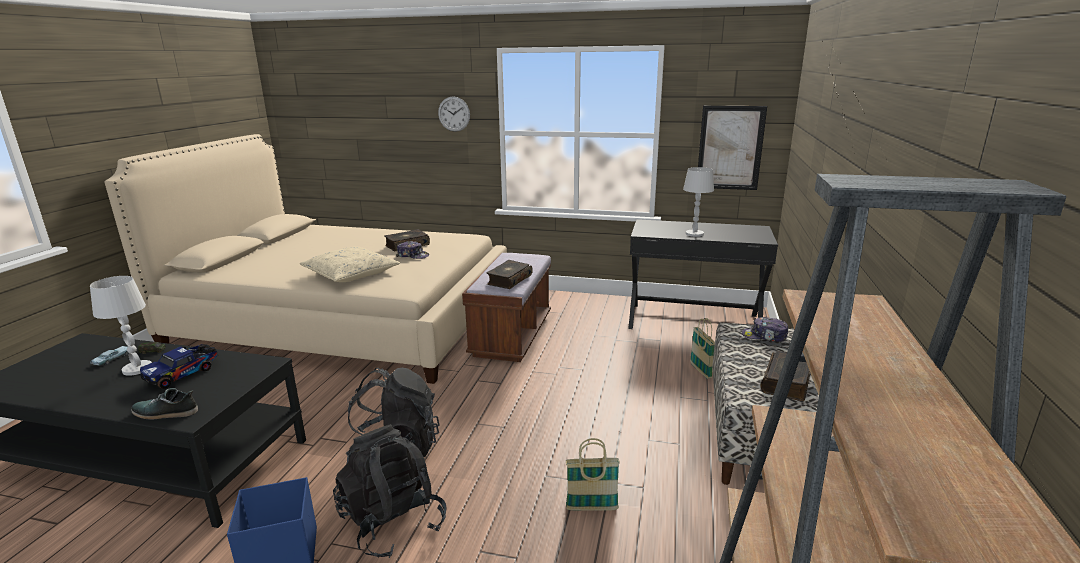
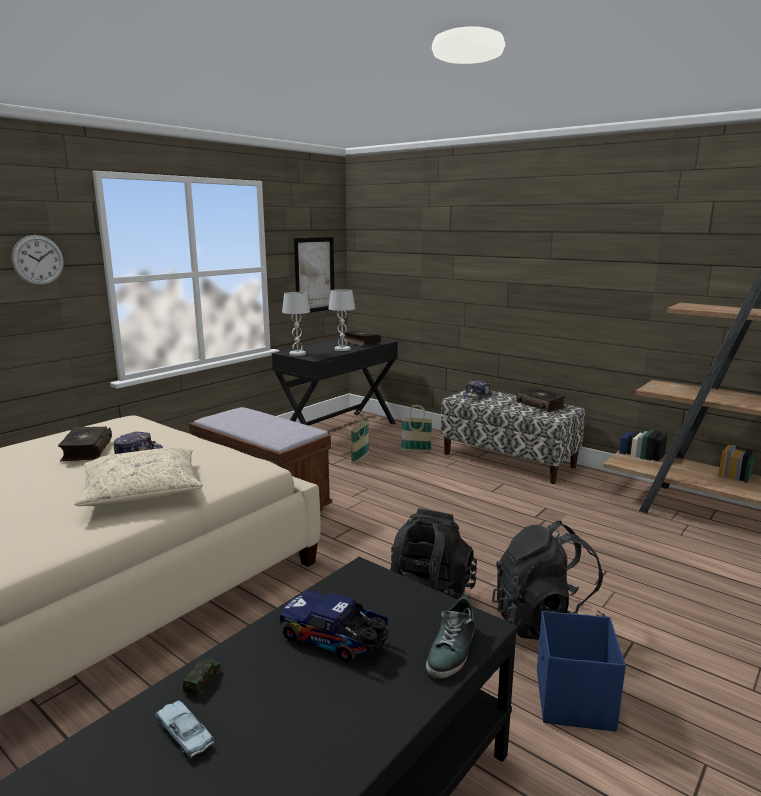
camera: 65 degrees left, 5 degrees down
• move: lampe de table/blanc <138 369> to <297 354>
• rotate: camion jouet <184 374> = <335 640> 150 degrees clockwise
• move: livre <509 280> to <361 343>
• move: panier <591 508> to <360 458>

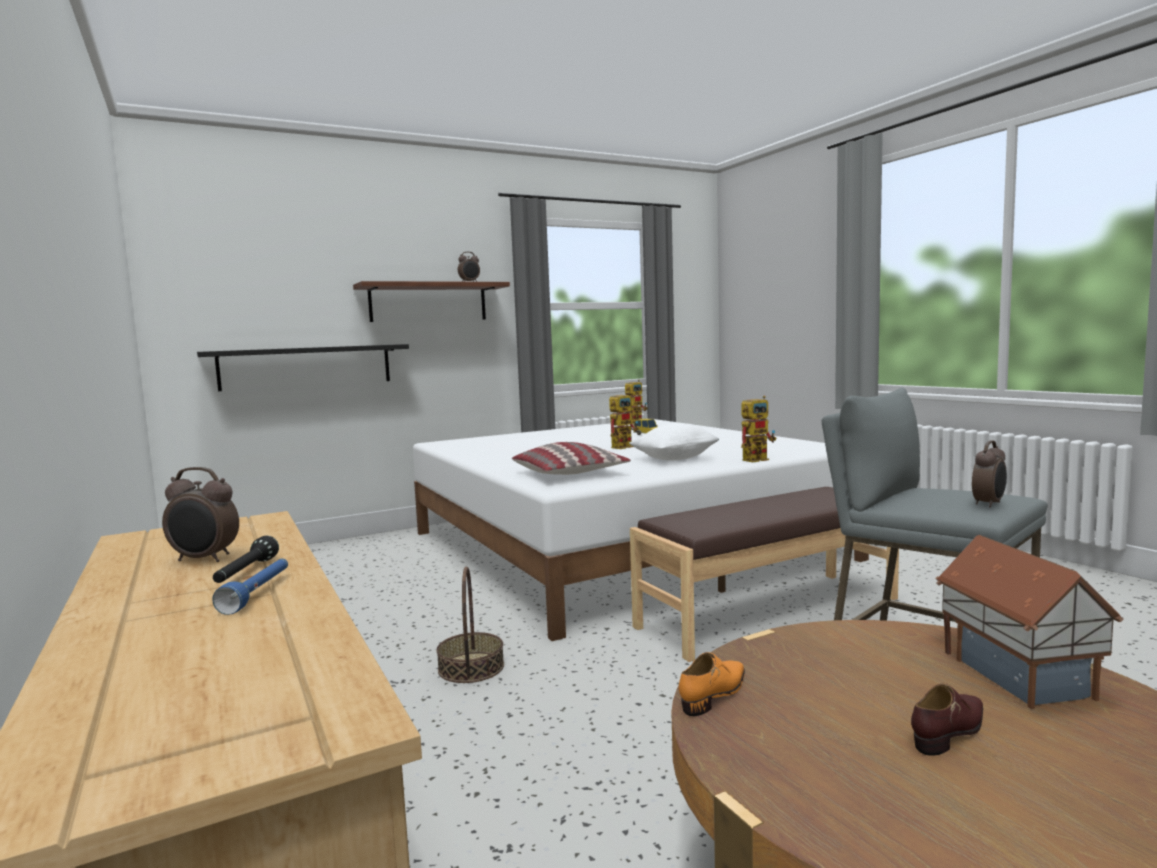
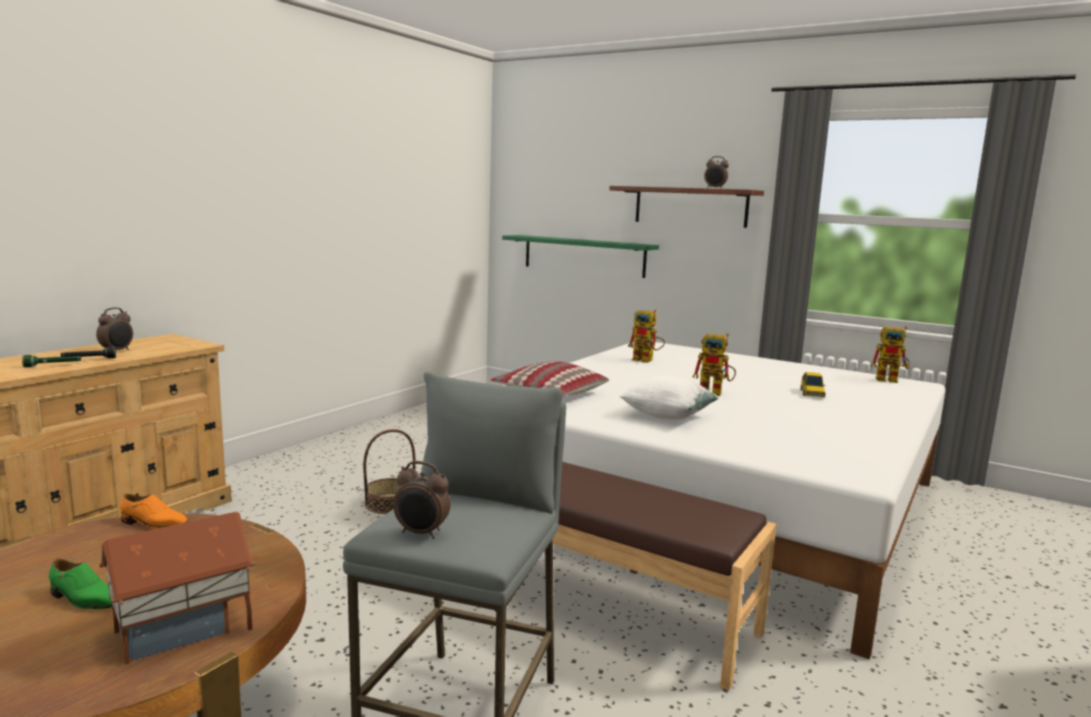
camera: 60 degrees right, 5 degrees up
• rotate: réveil <204 559> = <117 351> 135 degrees counterclockwise
• recolor: étagère/noir <306 367> to étagère/vert <583 255>
• recolor: lampe de poche/bleu <258 594> to lampe de poche/vert <53 365>
• move: robot jouet <758 459> to <647 360>
• recolor: chaussure/marron <950 731> to chaussure/vert <83 599>

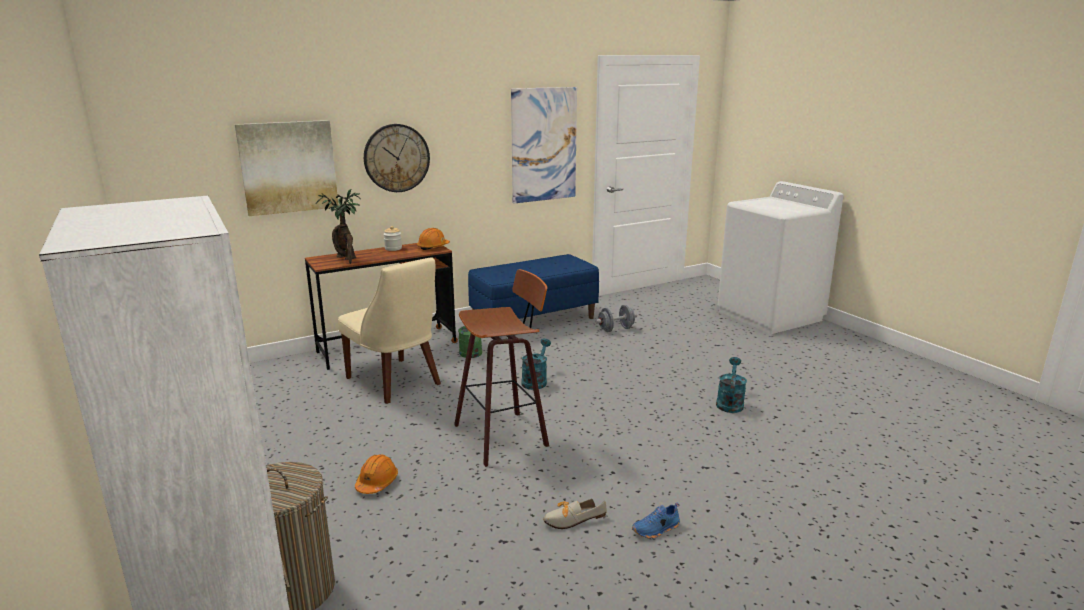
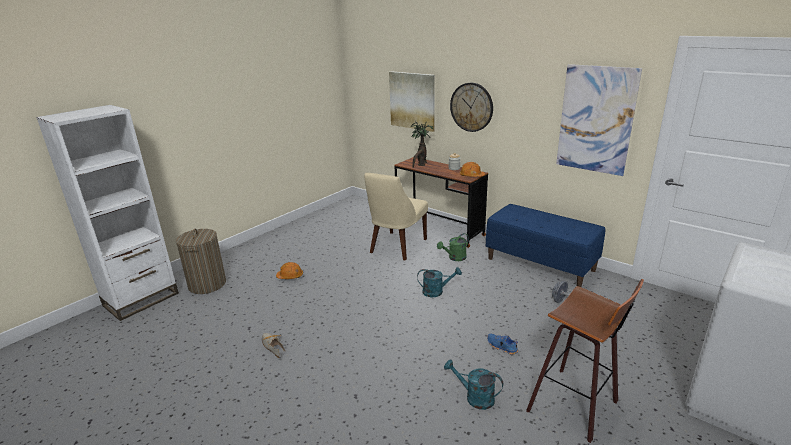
camera: 70 degrees right, 5 degrees up
• move: tabouret <504 435> to <576 405>
• move: chaussure/bleu <656 530> to <501 347>
• rotate: arrosoir/turquoise <729 403> = <474 397> 150 degrees counterclockwise

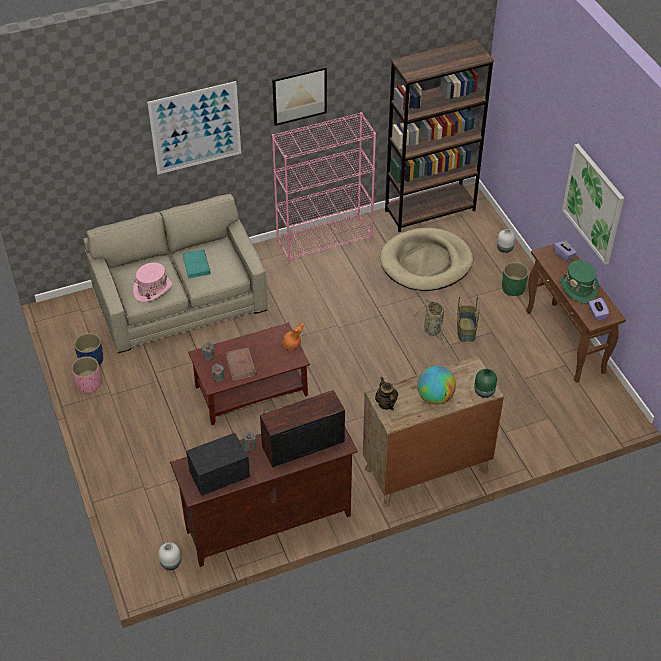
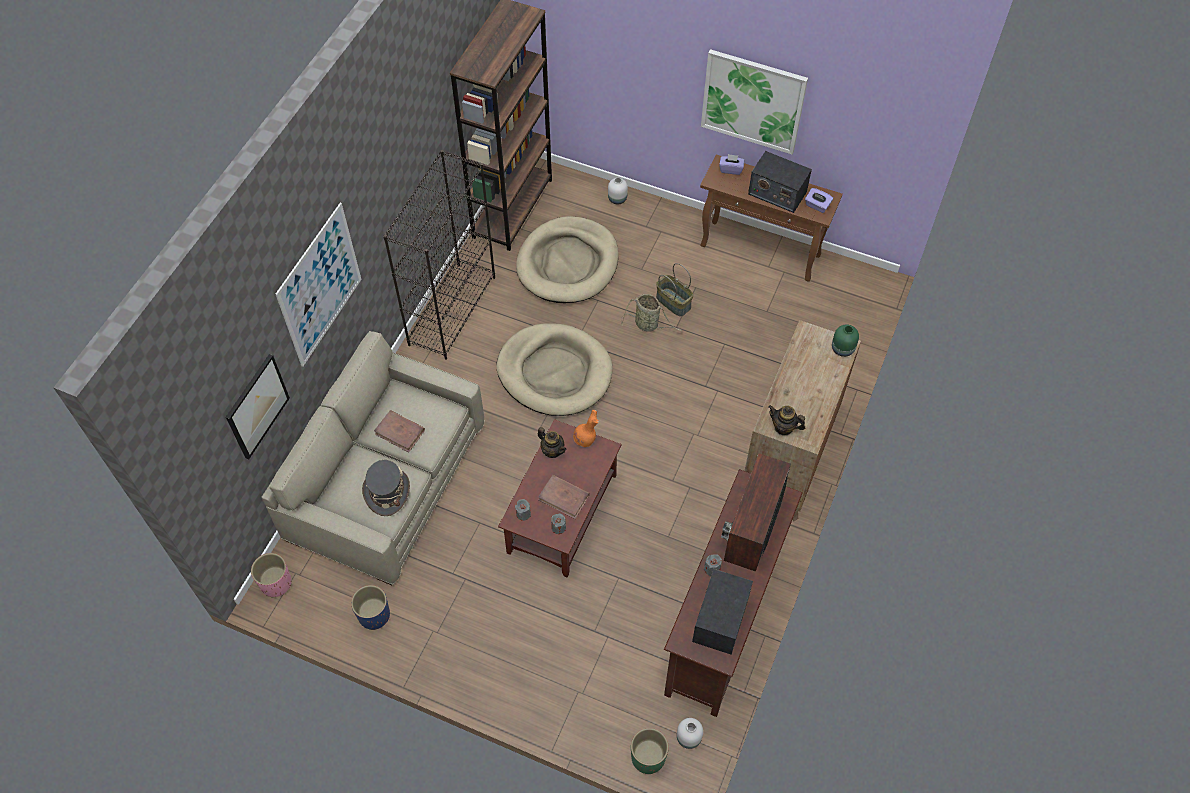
camera: 45 degrees left, 10 degrees up
• move: cache-pot/rose <89 384> to <276 583>
• recolor: chapeau/rose <152 289> to chapeau/gris <387 492>
• recolor: livre/turquoise <196 265> to livre/marron <400 432>
• move: tableau <299 95> to <257 406>
• recolor: bibliothèque/rose <325 240> to bibliothèque/noir <452 310>
• delete: globe <435 397>
• move: cache-pot/vert <513 289> to <648 758>
• replace: chapeau/vert <578 288> to radio <777 192>
• insert: panier pour chien/beige <554 372>
• insert: théière <552 450>

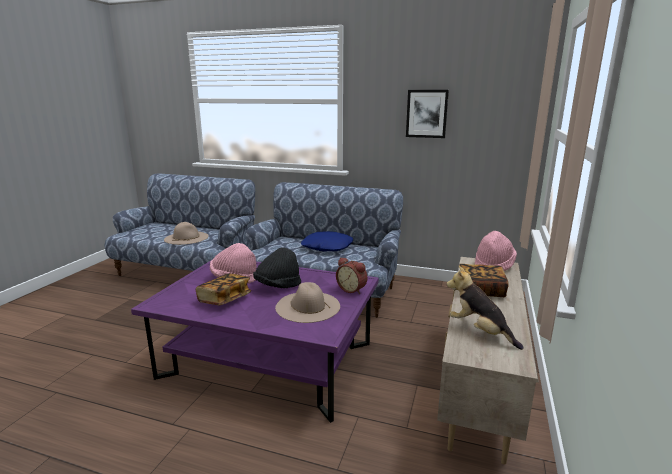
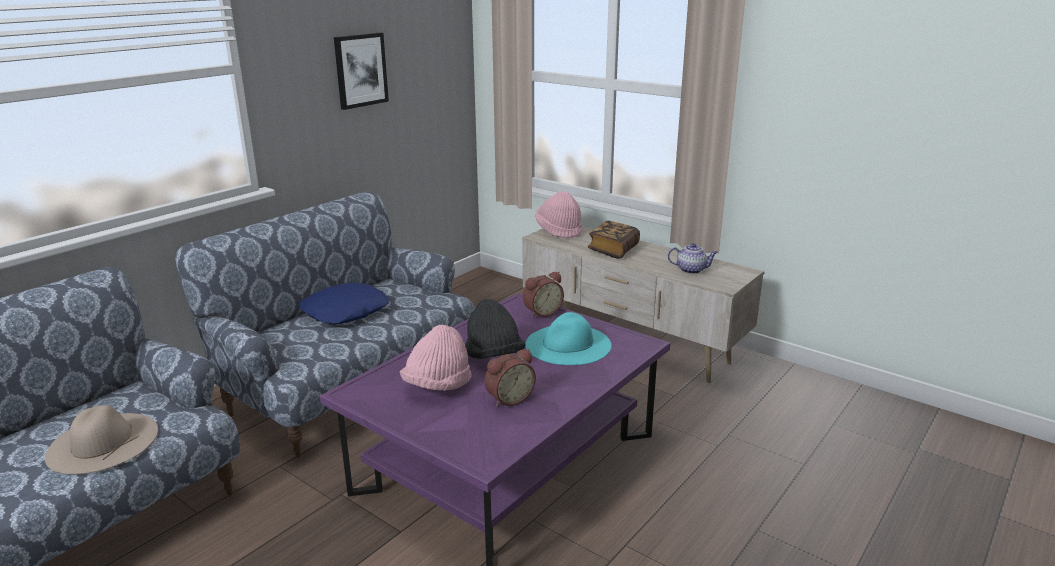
camera: 70 degrees left, 5 degrees up
• replace: livre <224 299> to réveil <508 398>
• recolor: chapeau/beige <307 306> to chapeau/turquoise <568 344>
• replace: peluche <480 331> to théière <691 270>

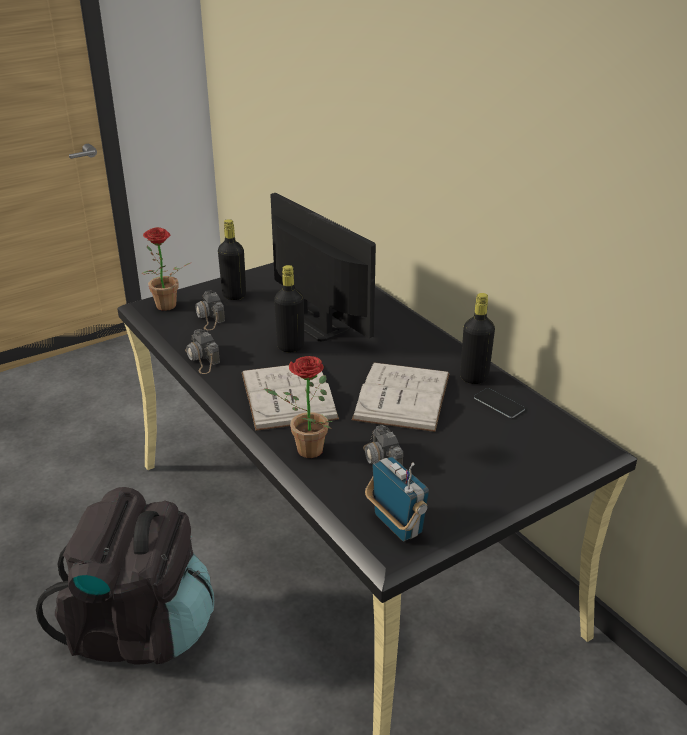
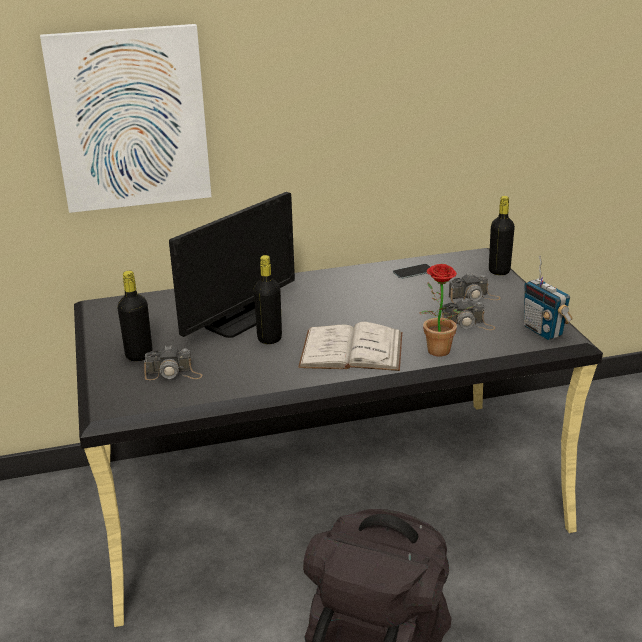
camera: 70 degrees left, 5 degrees down
• delete: plante en pot <166 308>
• move: appareil photo <202 358> to <474 297>
• rotate: écran d'ordinateur <317 324> = <237 321> 150 degrees clockwise
• delete: livre/blanc <402 396>
• rotate: radio <397 525> = <543 331> 105 degrees counterclockwise
• move: bouteille/noir <474 378> to <499 271>
• insert: tableau <130 119>

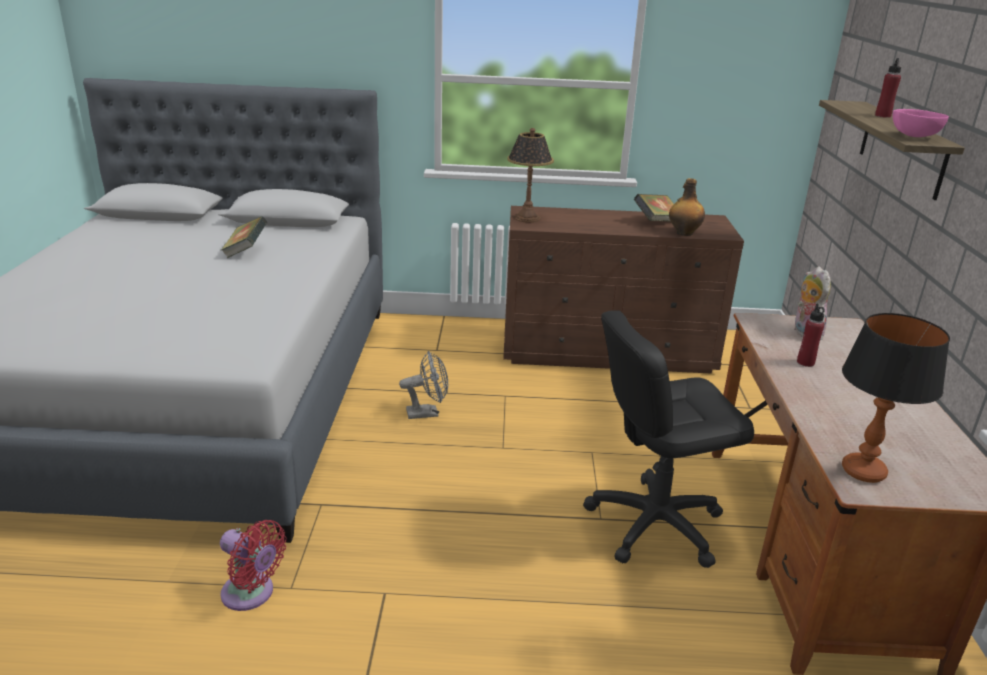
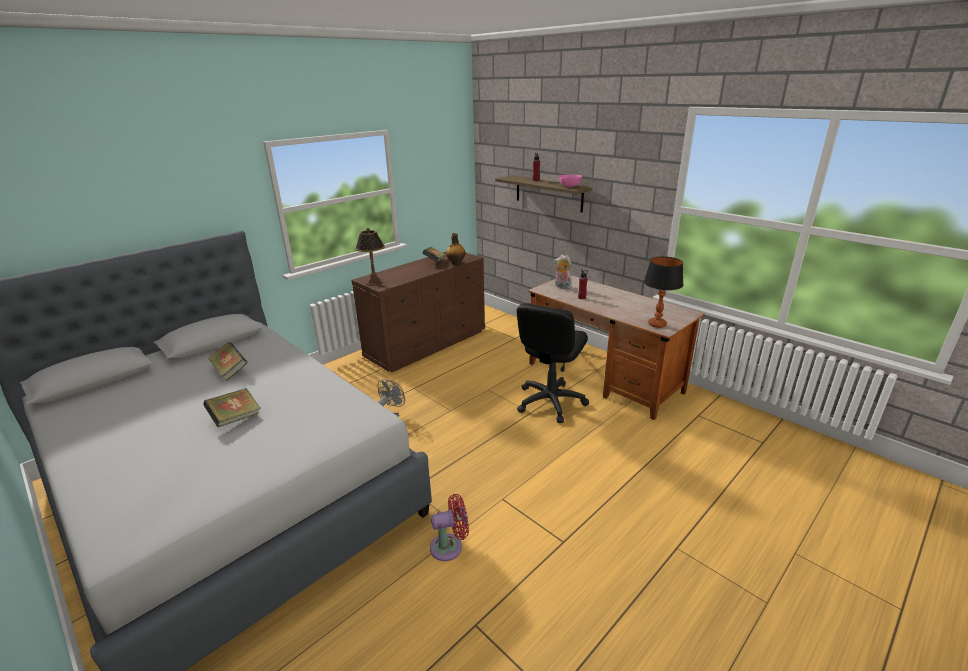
camera: 45 degrees left, 0 degrees up
• insert: livre <236 418>

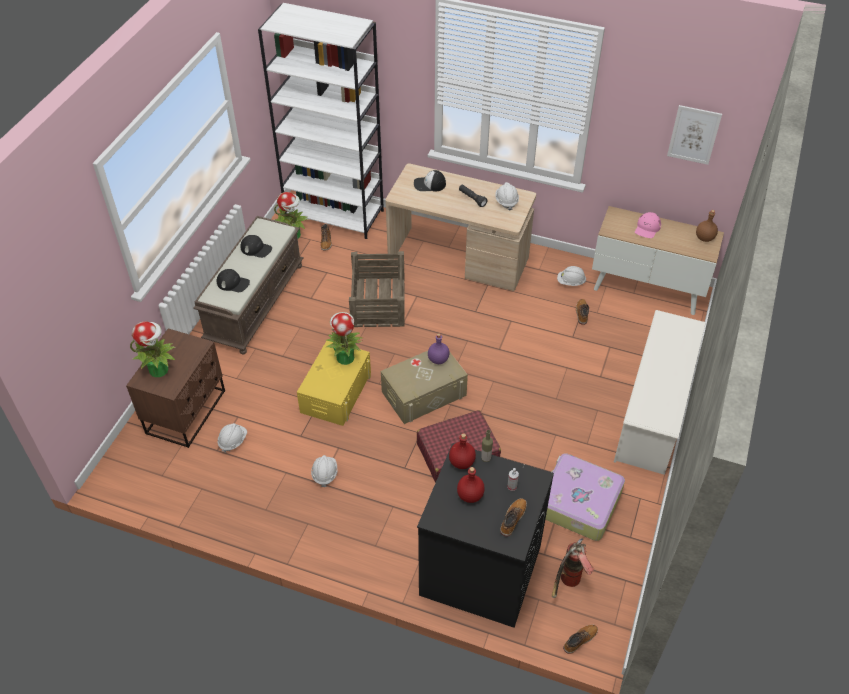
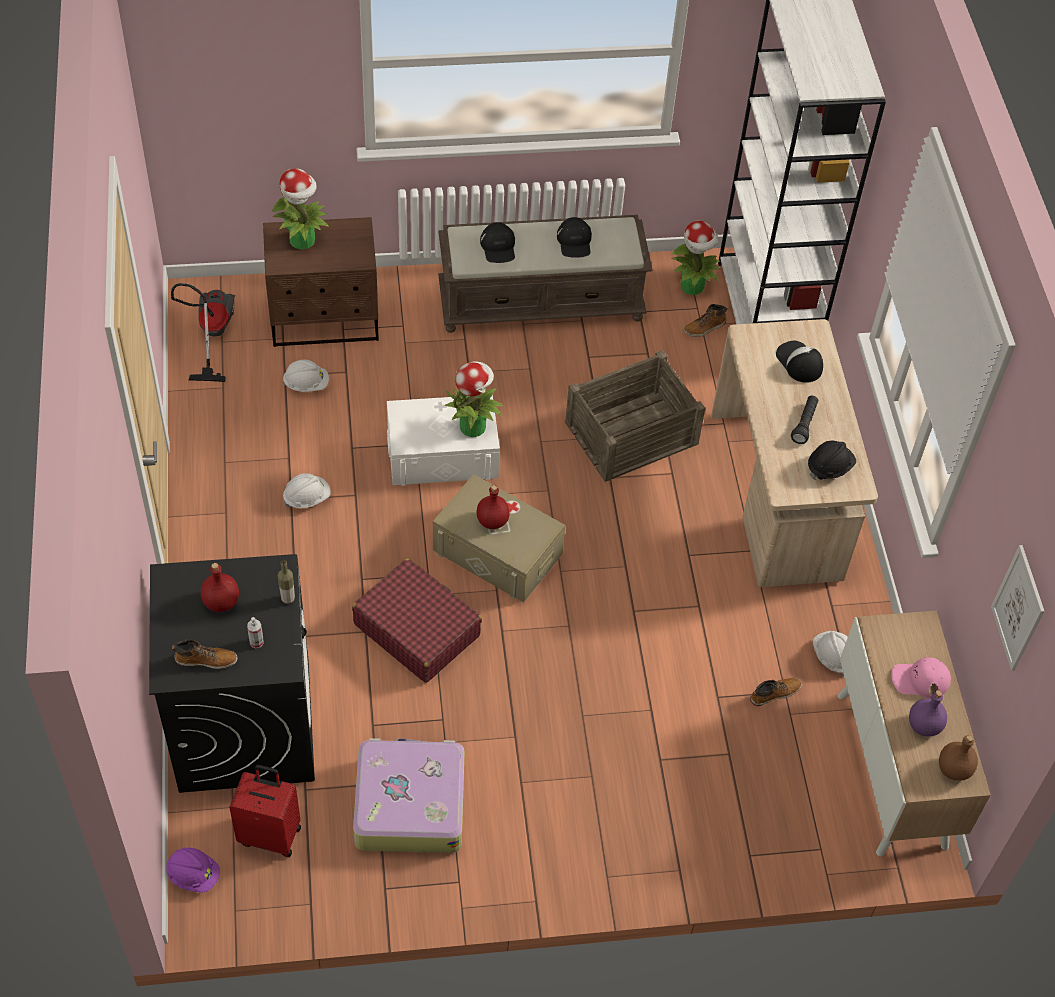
camera: 60 degrees right, 5 degrees up
• recolor: boîte de rangement/jaune <336 392> to boîte de rangement/blanc <442 454>
• move: bouteille/violet <438 359> to <924 725>
• move: bouteille/rouge <462 462> to <492 521>
• recolor: casque de chantier/blanc <506 201> to casque de chantier/noir <829 467>
• replace: extincteur <568 585> to valise/rouge <270 834>
• replace: botte <579 640> to casque de chantier/violet <193 875>
• delete: étagère à chaussures/blanc <653 413>
• insert: aspirateur <210 334>

